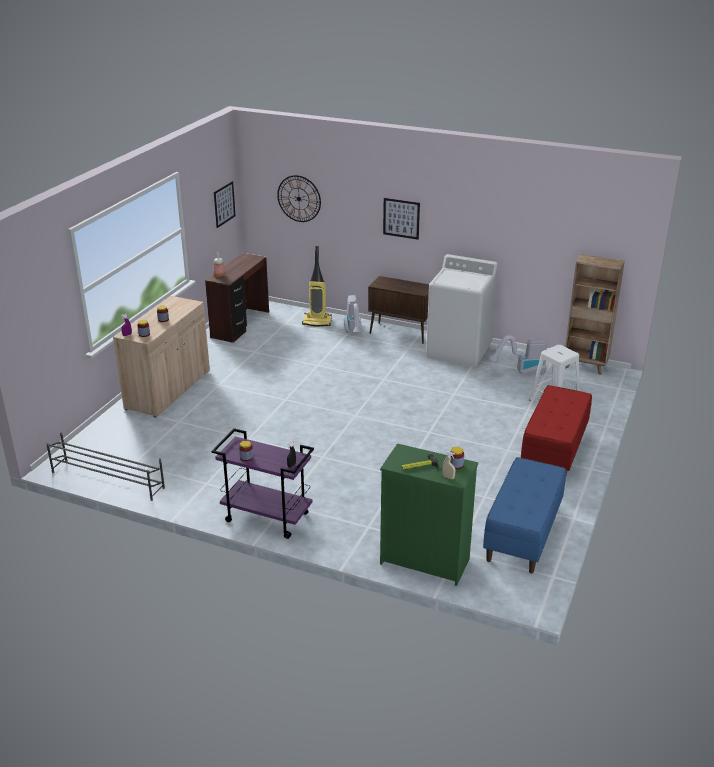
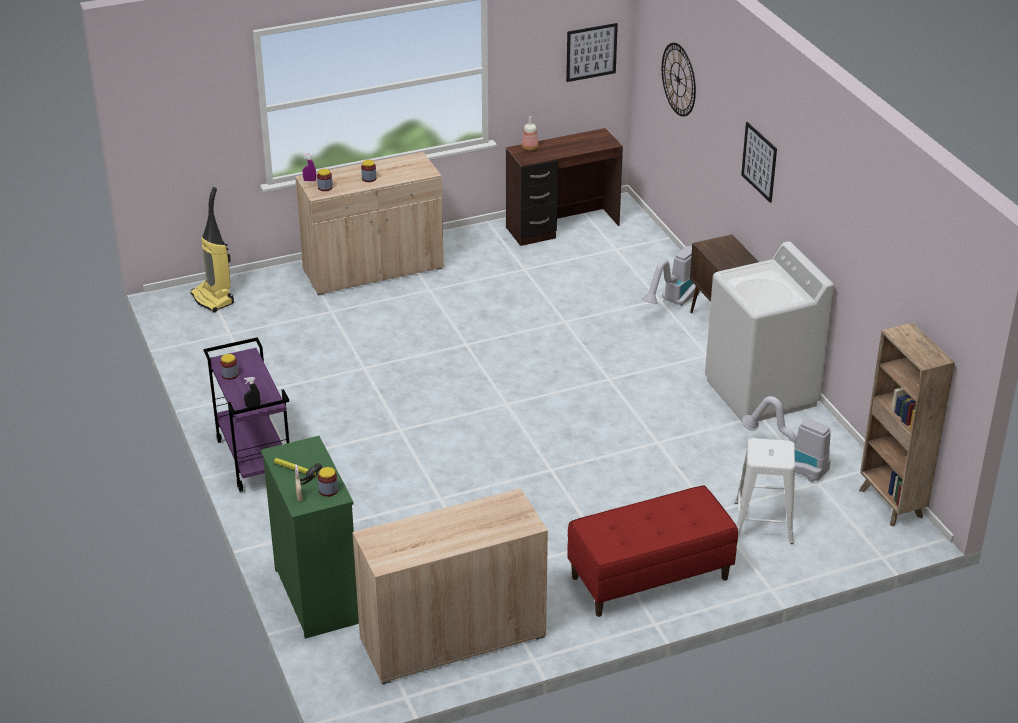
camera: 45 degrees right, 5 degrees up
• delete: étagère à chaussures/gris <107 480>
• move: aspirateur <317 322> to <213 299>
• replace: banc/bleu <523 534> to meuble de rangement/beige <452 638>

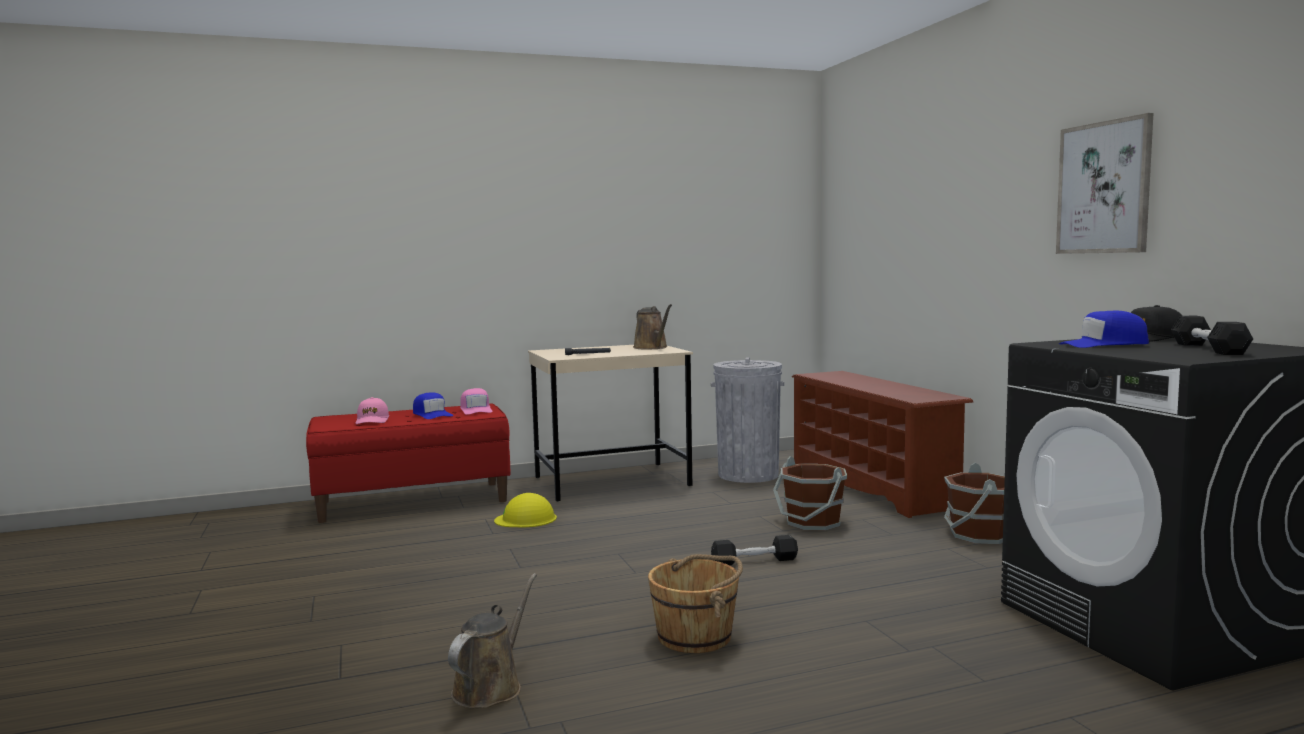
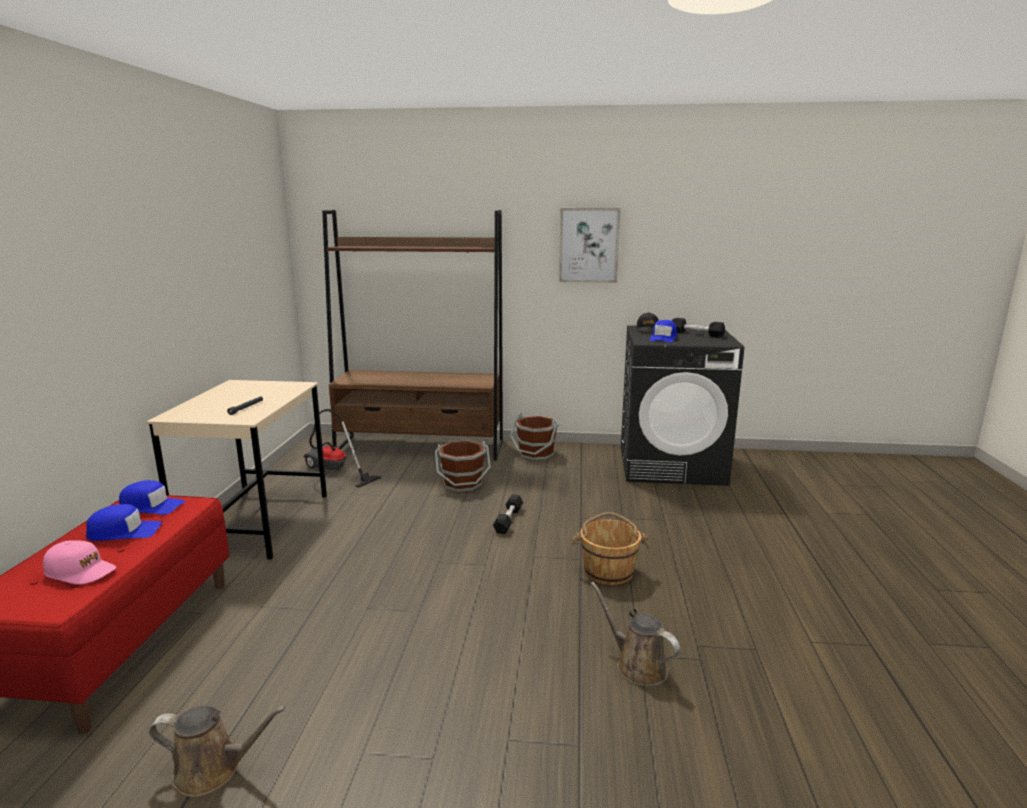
camera: 65 degrees left, 10 degrees up
• recolor: casquette/rose <476 410> to casquette/bleu <151 506>
• delete: casque de chantier/jaune <526 519>
• move: arrosoir/marron <652 348> to <213 770>
• replace: poubelle/gris <748 474> to aspirateur <333 471>
• replace: étagère à chaussures/marron <872 485> to bibliothèque/marron <420 447>

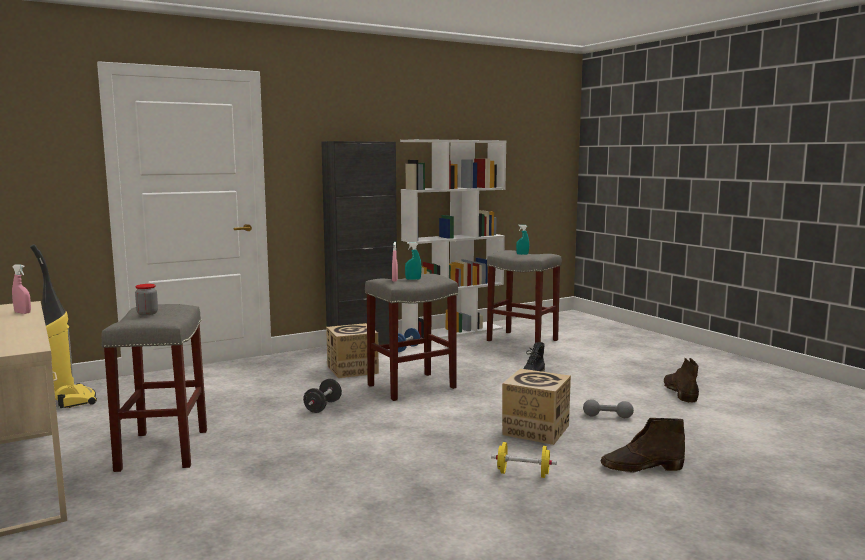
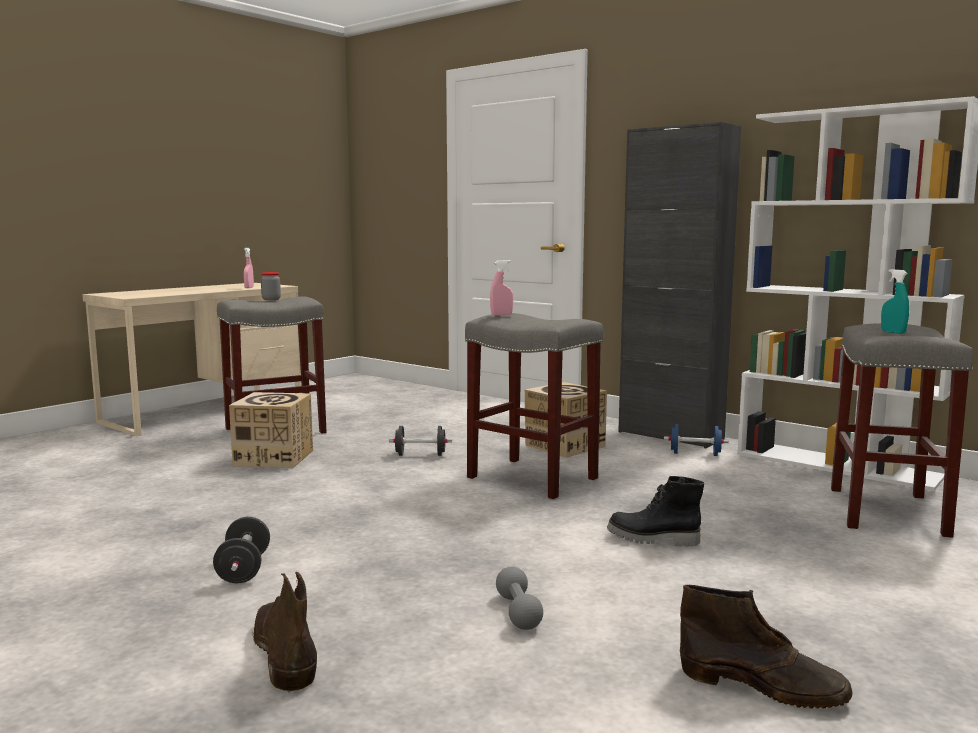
camera: 70 degrees right, 0 degrees up
• delete: aspirateur <70 399>
• delete: vaporisateur/turquoise <413 279>
• recolor: haltère/jaune <523 474> to haltère/noir <243 569>
• move: carton <535 430> to <274 458>
• rotate: botte/marron <679 392> = <763 686> 45 degrees clockwise

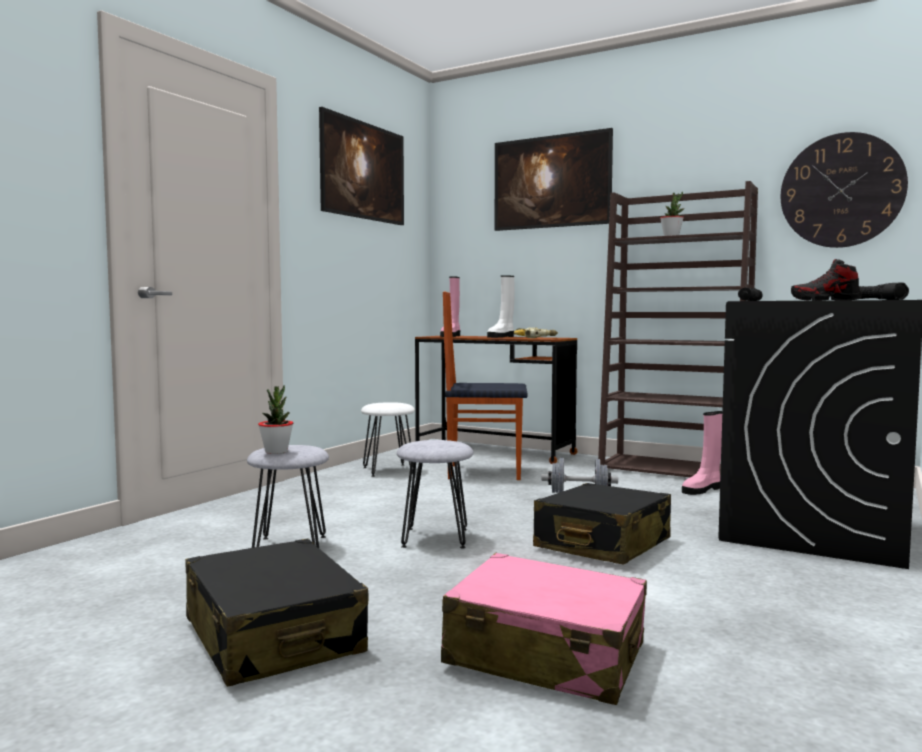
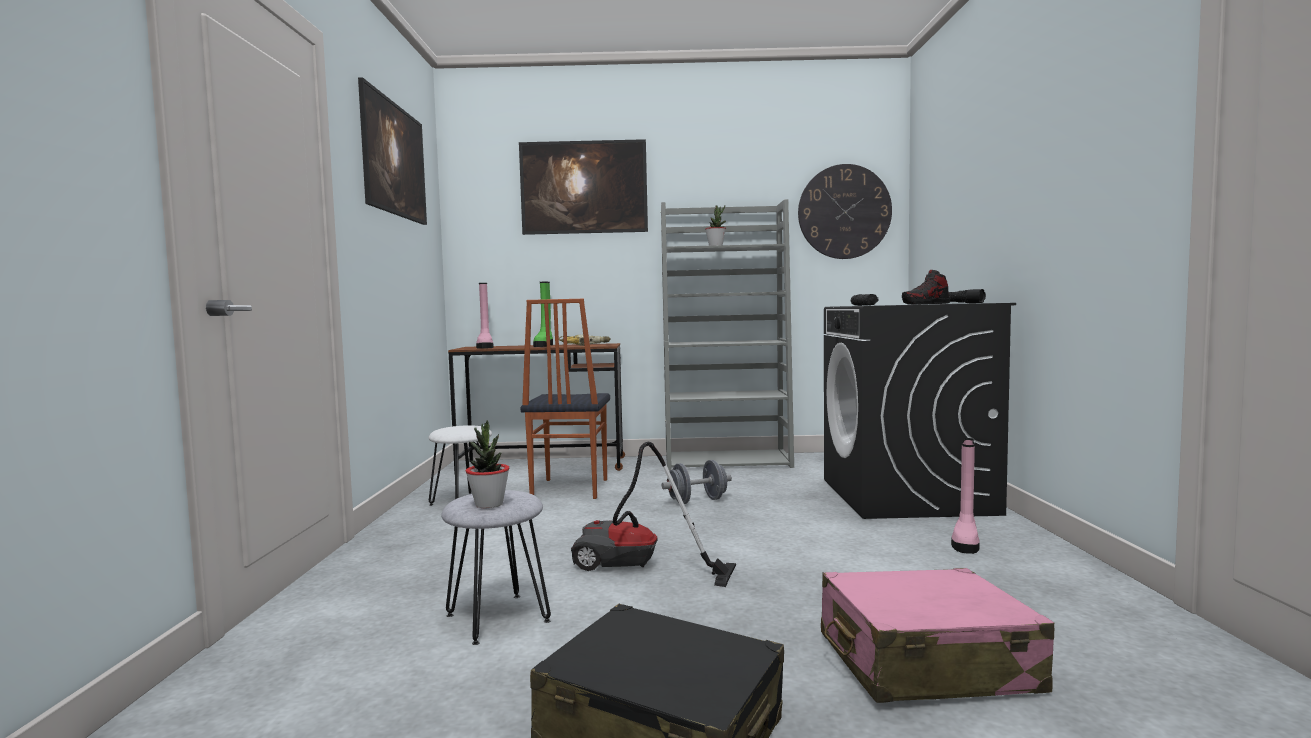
camera: 30 degrees left, 0 degrees up
• replace: tabouret/gris <435 537> to aspirateur <636 569>
• rotate: chaise <484 472> = <568 489> 60 degrees counterclockwise
• recolor: botte/blanc <501 337> to botte/vert <544 345>
• delete: valise/noir <602 544>
• recolor: bibliothèque/marron <674 470> to bibliothèque/gris <728 461>
• move: botte/rose <702 490> to <965 541>

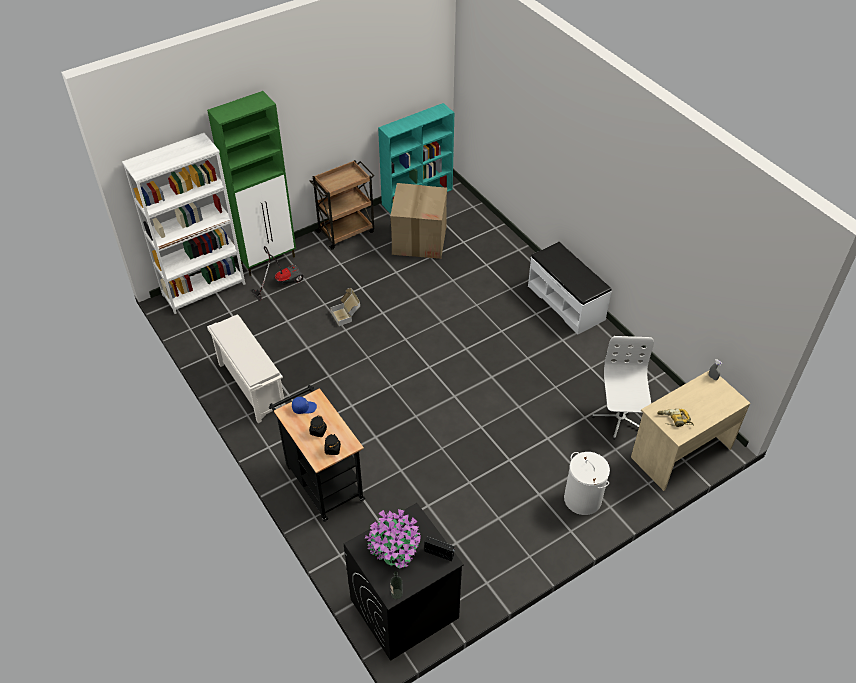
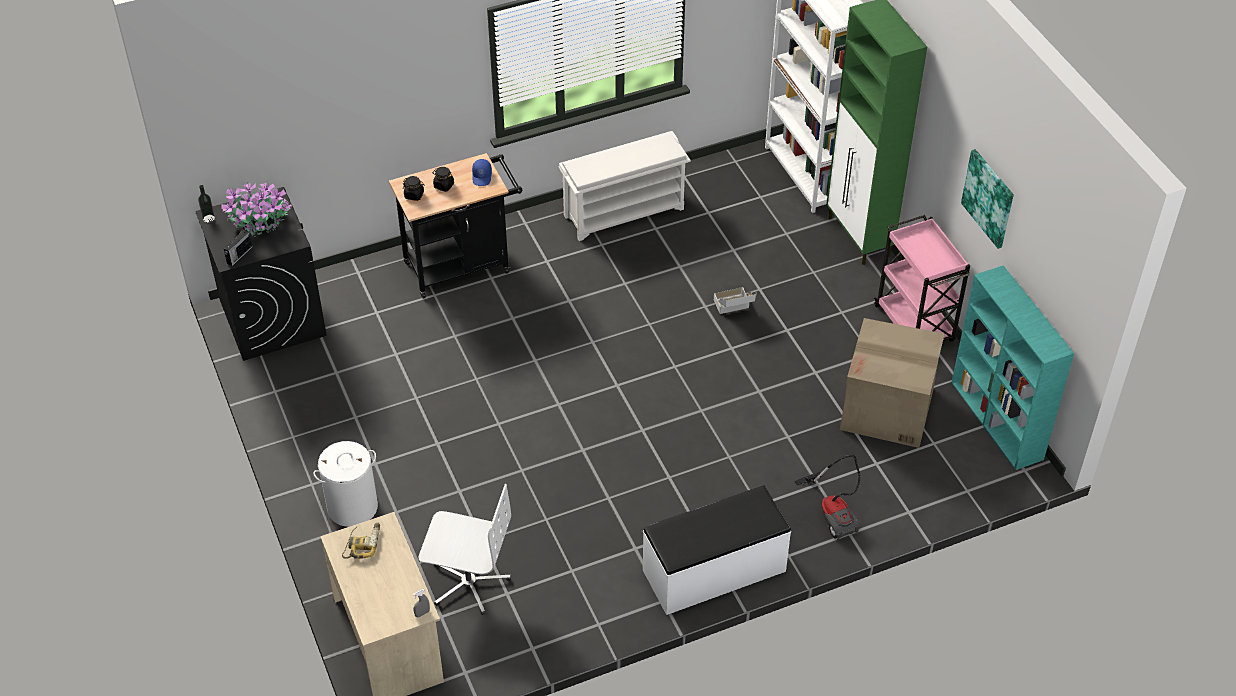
camera: 100 degrees right, 0 degrees up
• move: aspirateur <281 282> to <834 512>
• recolor: chariot/marron <346 231> to chariot/rose <915 325>
• insert: tableau <989 198>

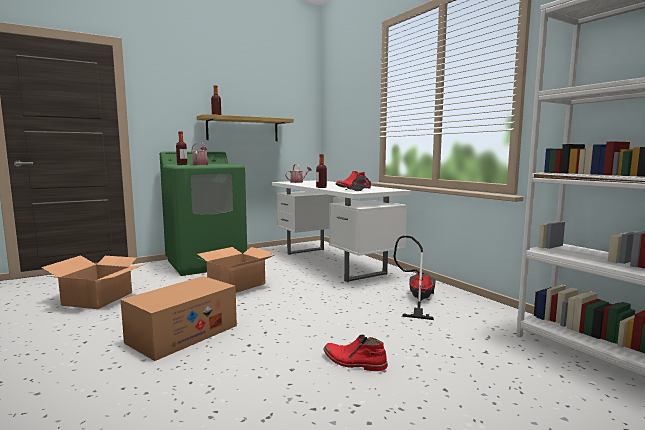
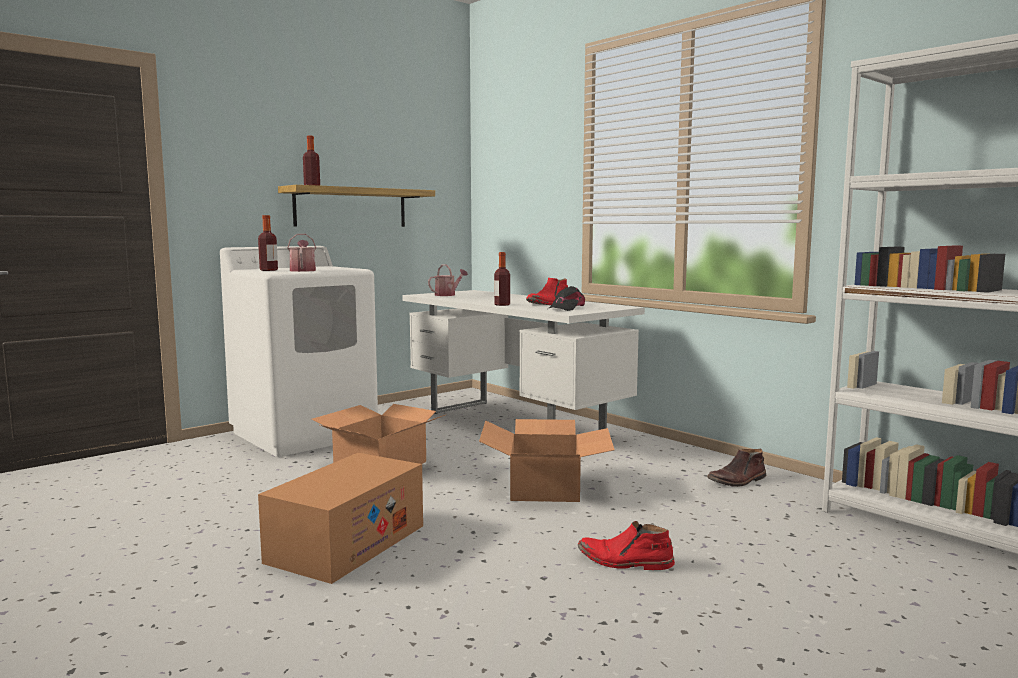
camera: 10 degrees left, 0 degrees up
• move: carton <98 298> to <546 487>
• recolor: lave-linge/vert <206 263> to lave-linge/blanc <305 434>
• delete: aspirateur <417 299>
• insert: botte/marron <737 481>

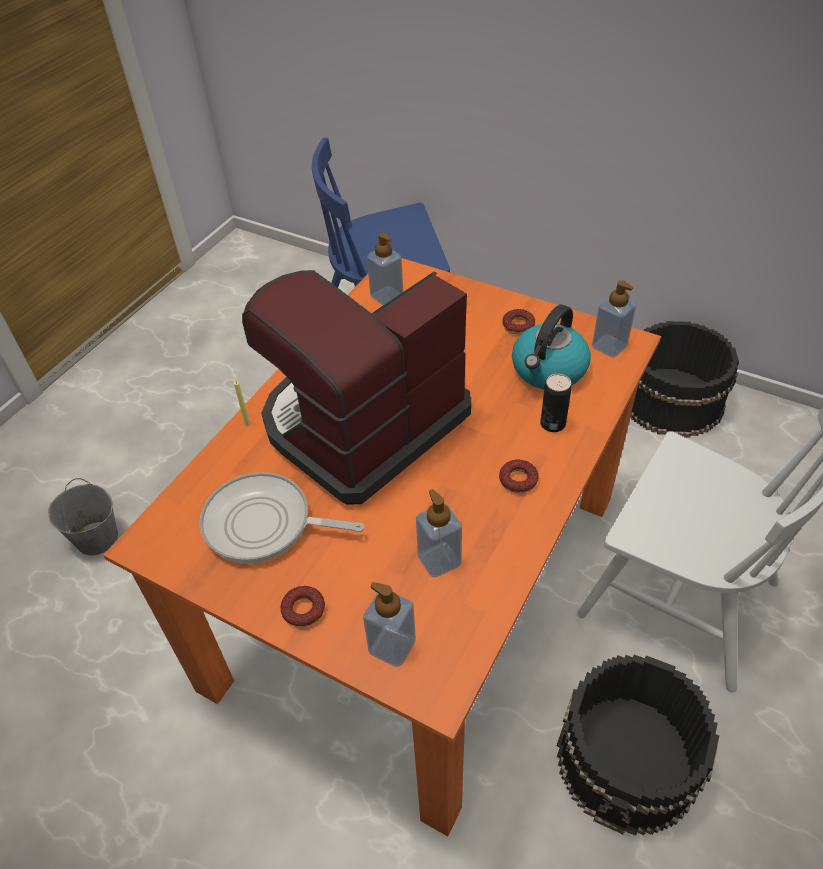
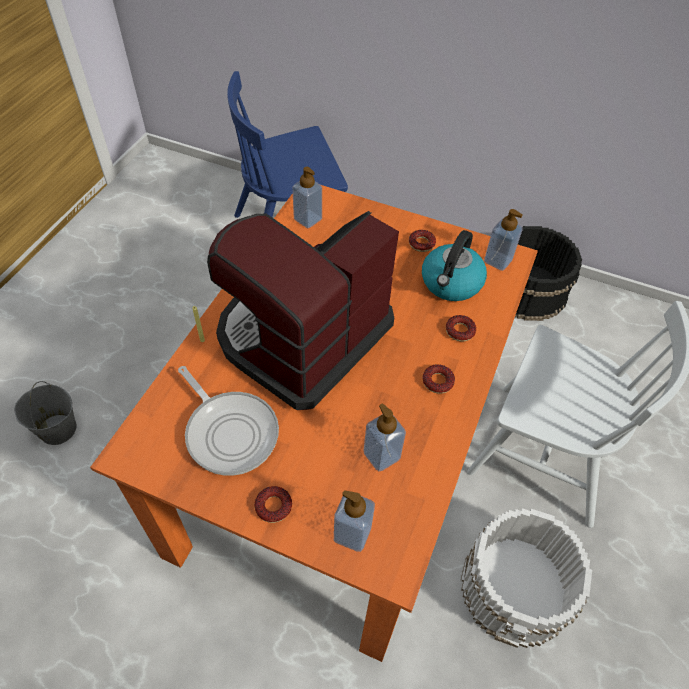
camera: 10 degrees left, 5 degrees up
• rotate: poêle <264 524> = <229 431> 135 degrees counterclockwise
• replace: boîte métallique <552 424> to beignet <460 331>
• recolor: seau/noir <629 760> to seau/blanc <517 588>

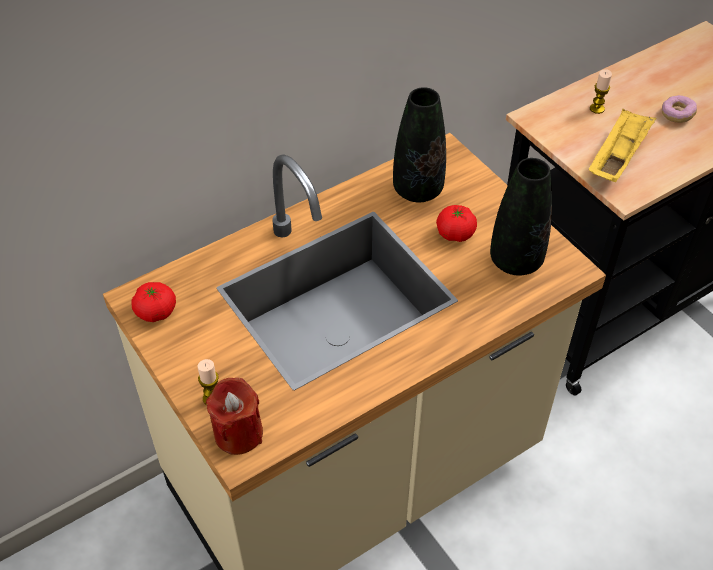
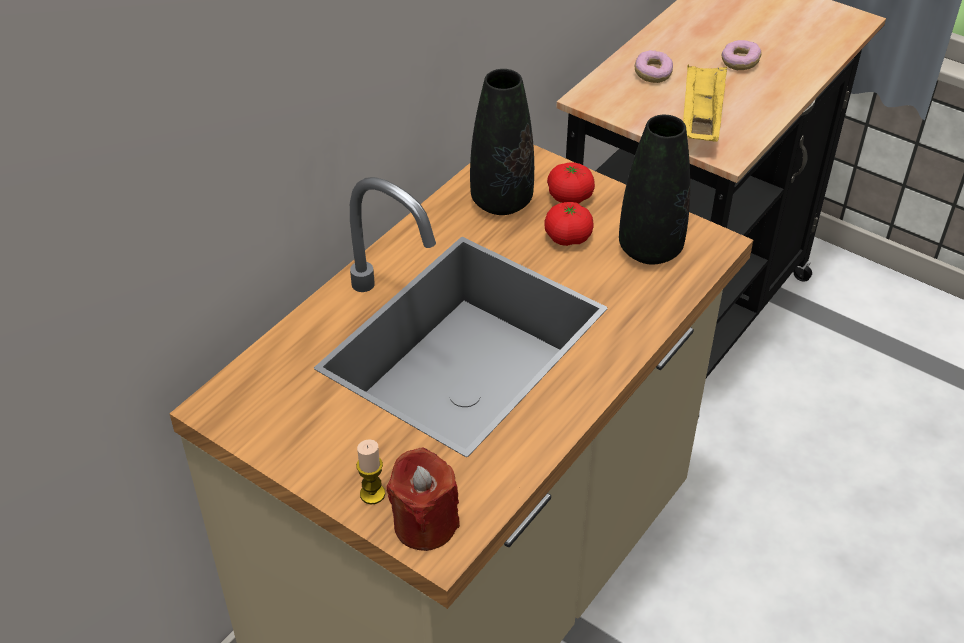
camera: 20 degrees left, 5 degrees down
• move: tomate <156 311> to <570 197>
• replace: bougie <597 108> to beignet <652 74>

